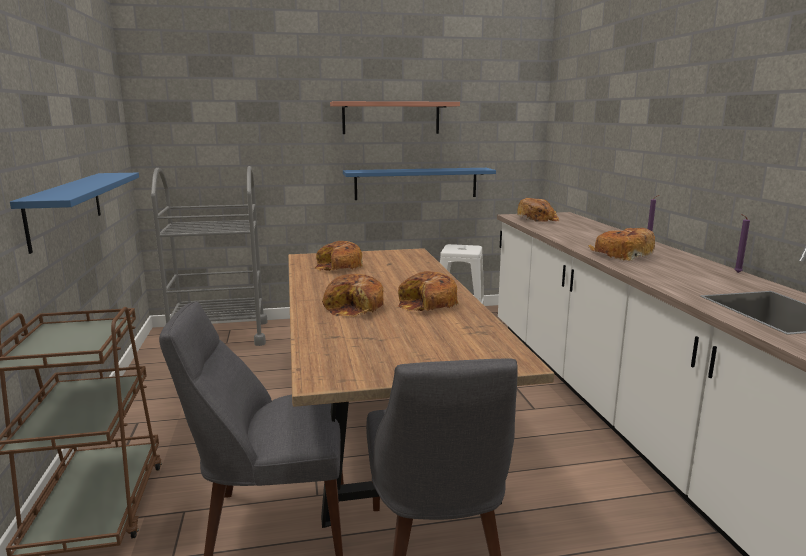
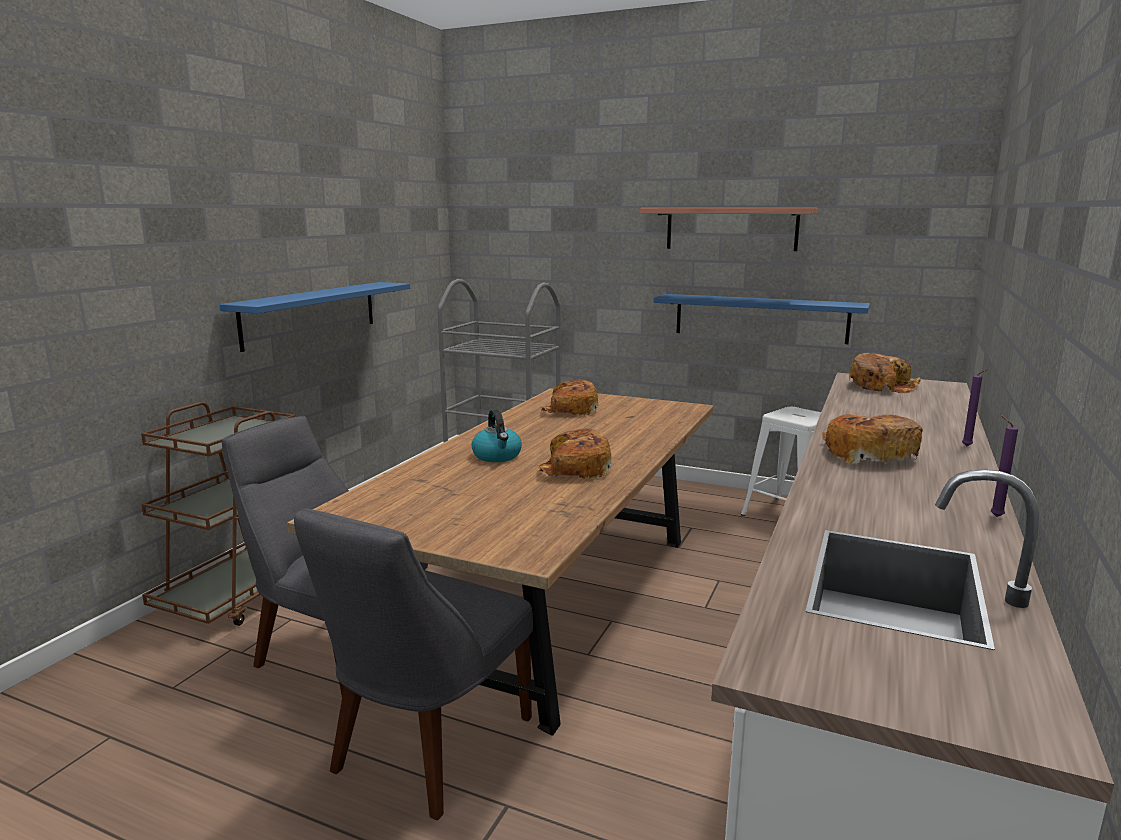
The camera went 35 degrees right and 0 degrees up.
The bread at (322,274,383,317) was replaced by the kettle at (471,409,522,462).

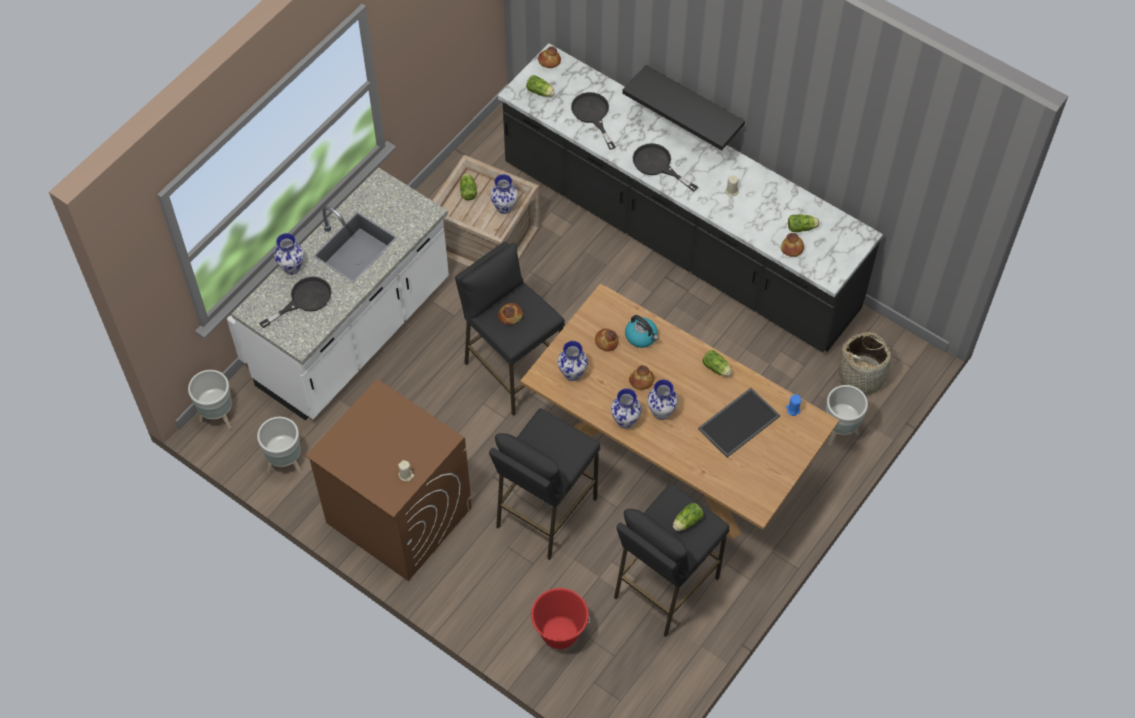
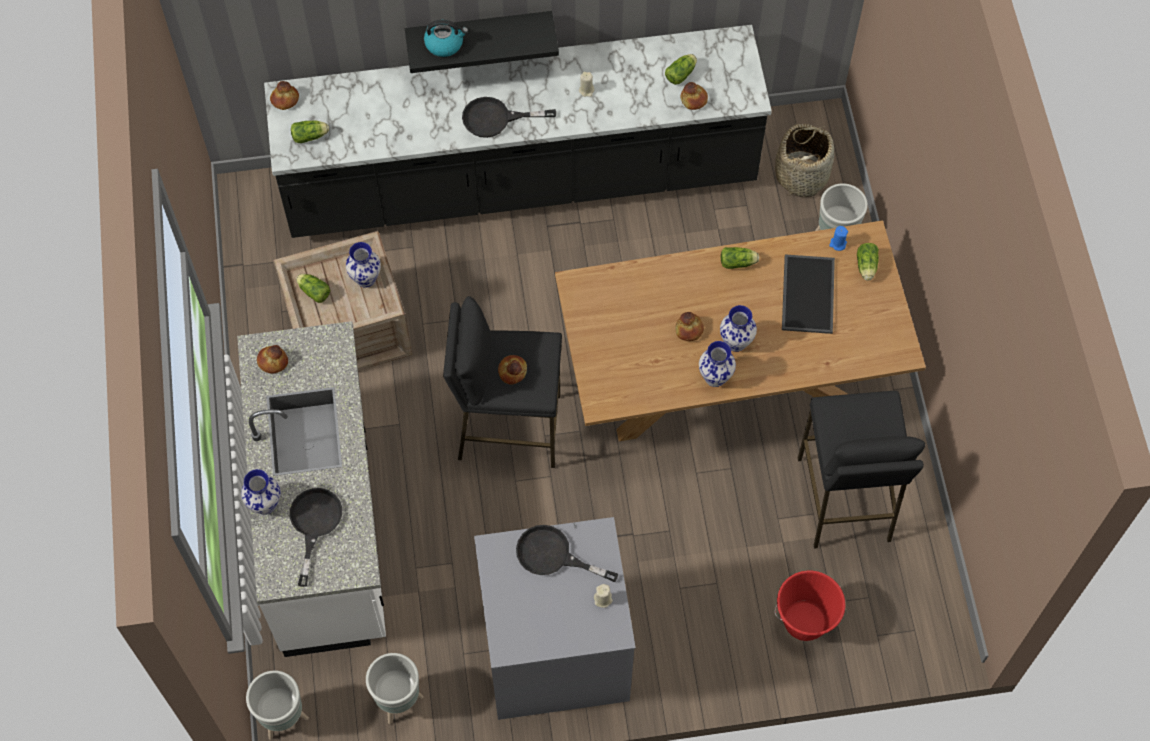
The camera went 45 degrees left and 5 degrees up.
The blackish skillet moved from (571,92,615,150) to (516,525,618,582).
The kettle moved from (625,315,659,348) to (424,20,468,57).
The bread moved from (595,329,619,351) to (257,345,288,374).
The vase at (558,341,588,381) disappeared.
The brown washing machine at (306,379,472,581) became the greyish washing machine at (474,517,636,720).
The blackish sitting stool at (489,408,600,560) disappeared.
The head of lettuce moved from (673,503,704,531) to (857,243,879,281).

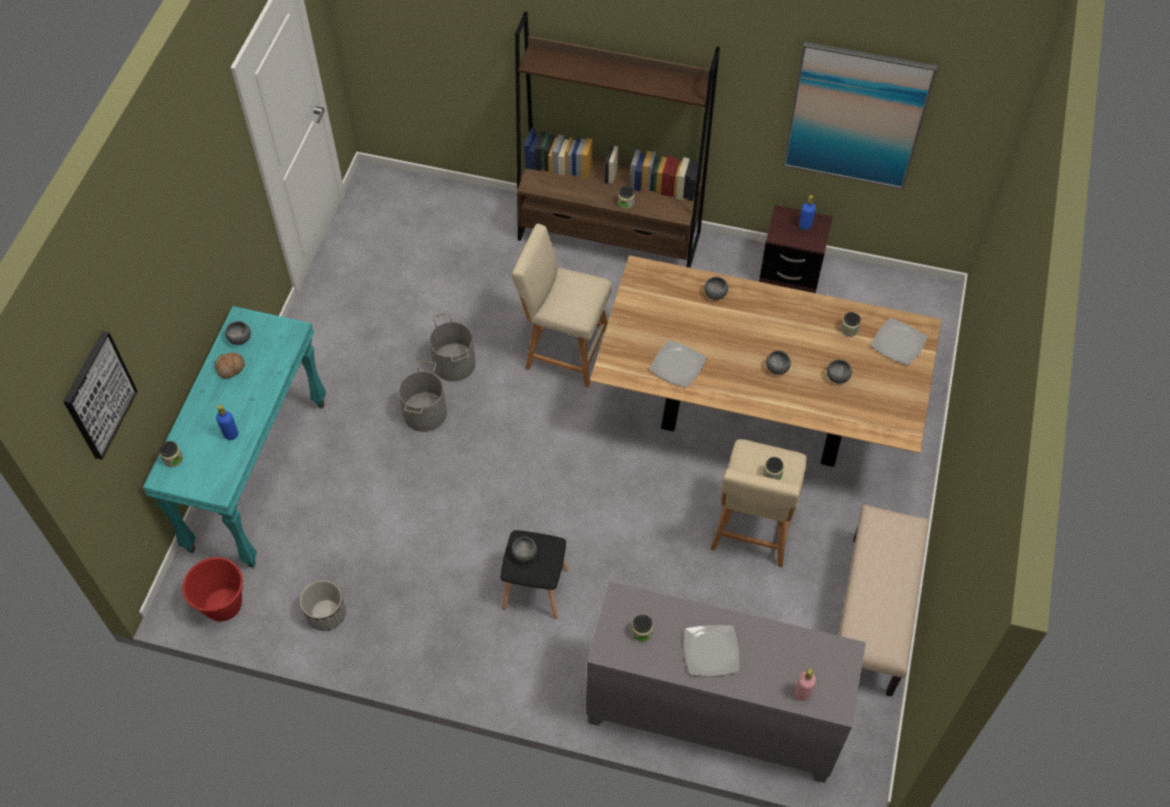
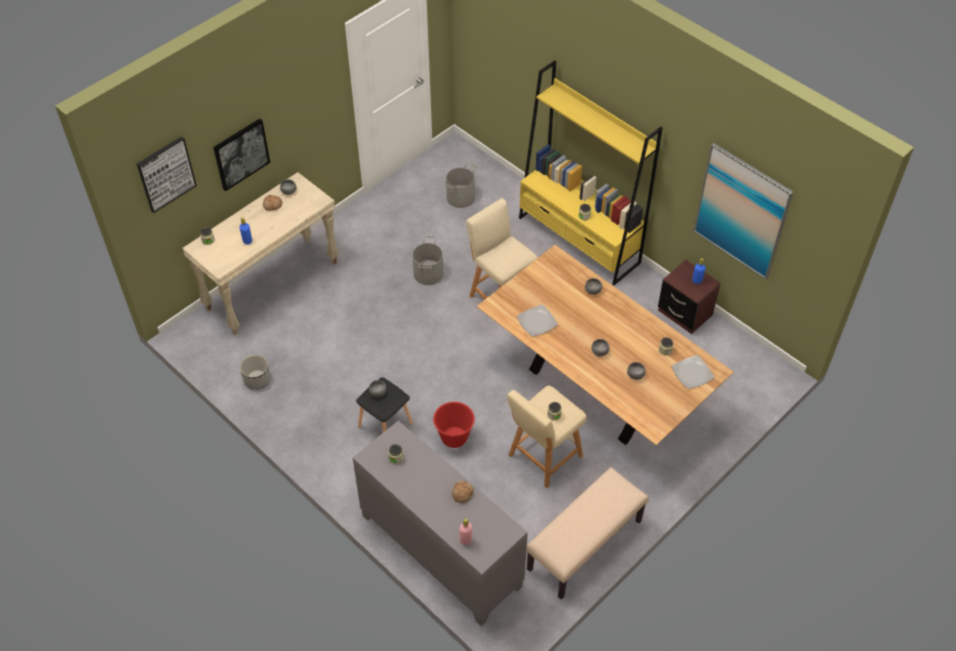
The camera went 30 degrees right and 5 degrees down.
The brown shelving unit at (515,12,720,268) became the yellow shelving unit at (519,61,663,286).
The blue-green narrow table at (142,306,326,568) became the sand-coloured narrow table at (182,172,339,335).
The greyish pail moved from (399,361,447,432) to (443,162,477,208).
The reddish pail moved from (183,557,247,621) to (433,402,475,448).
The flat dish at (684,625,739,676) disappeared.
The wall art at (213,119,270,191) appeared.
The bread at (451,481,474,503) appeared.

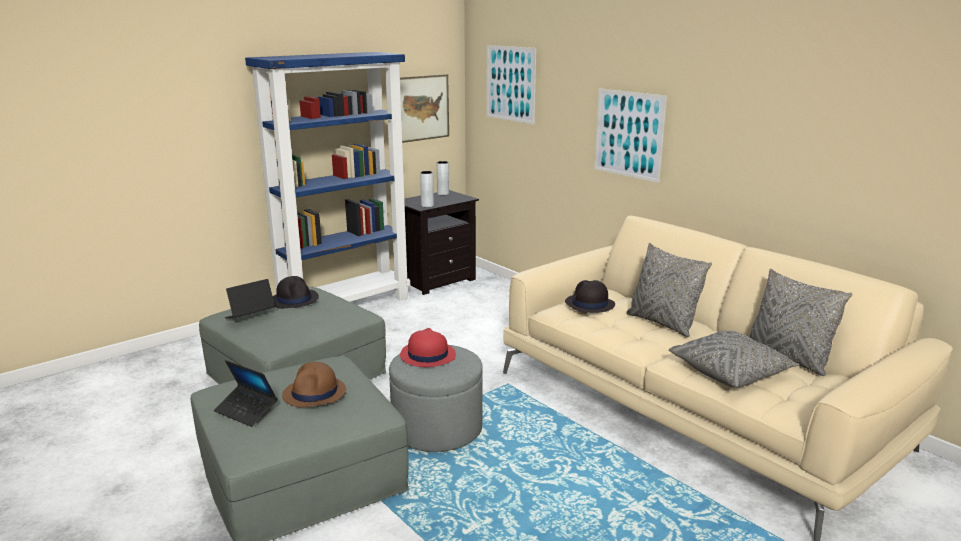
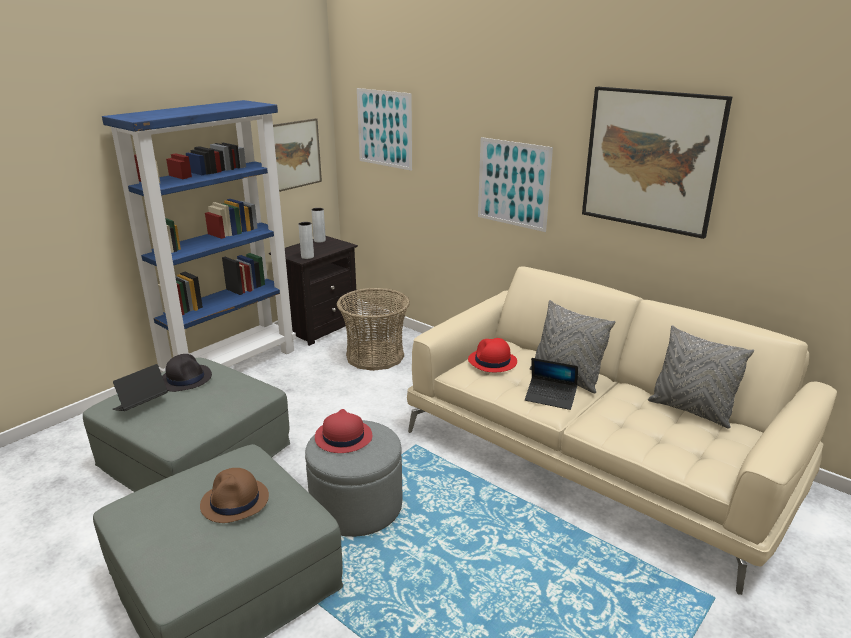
The camera went 10 degrees left and 5 degrees up.
The blackish hat at (565,280,615,313) became the reddish hat at (468,338,517,372).
The greyish throw pillow at (669,331,800,388) disappeared.
The portable computer moved from (214,360,278,427) to (525,358,578,410).
The wall art at (582,87,732,239) appeared.
The household basket at (337,288,410,371) appeared.

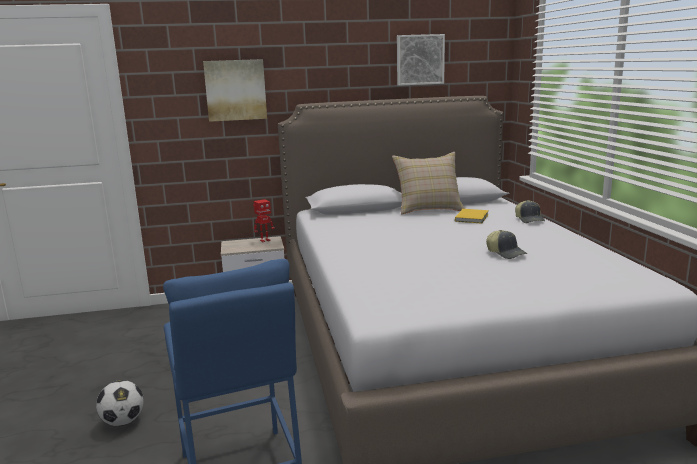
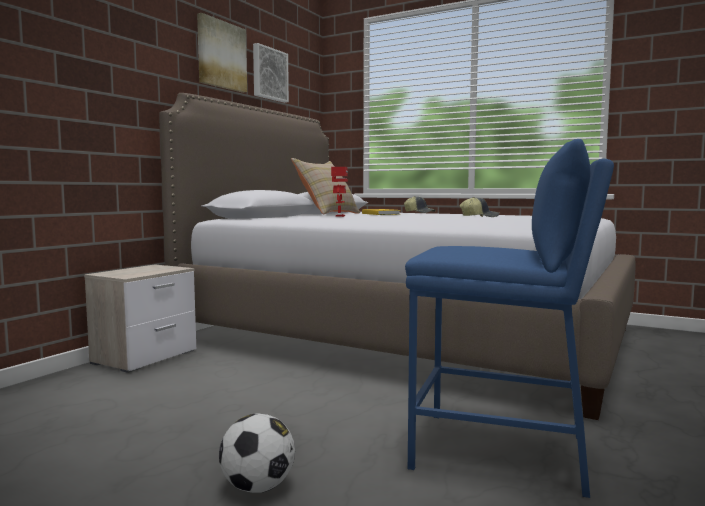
The camera went 50 degrees left and 10 degrees down.
The wall art moved from (203,59,267,122) to (197,13,247,93).
The toy robot moved from (253,199,275,242) to (331,167,348,217).

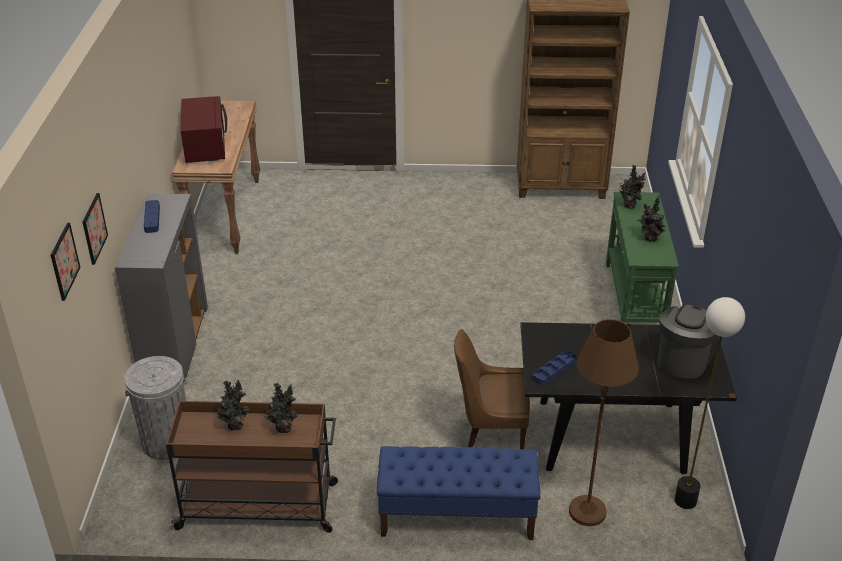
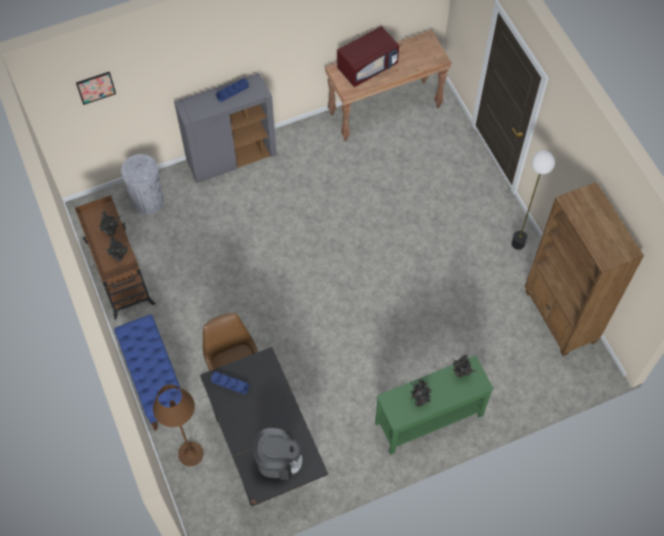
The camera went 65 degrees right and 25 degrees up.
The wall art at (82,193,108,265) disappeared.
The standing lamp moved from (675,297,745,509) to (511,151,555,250).

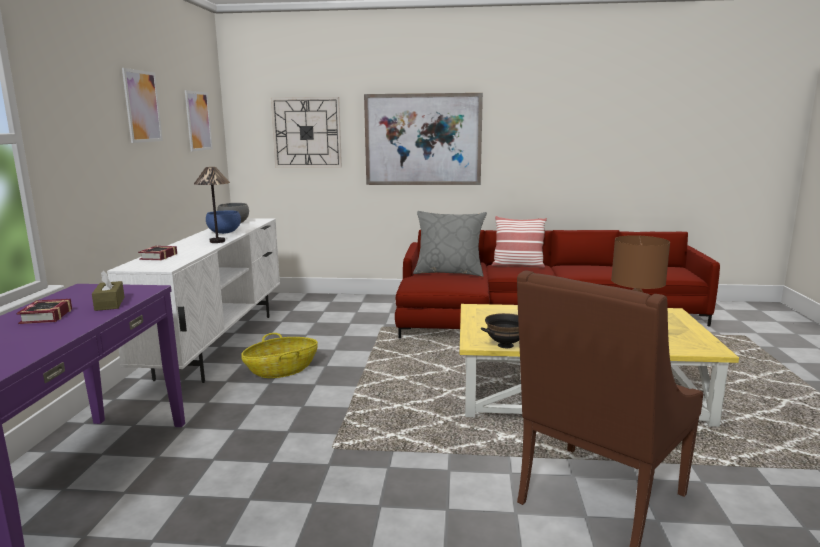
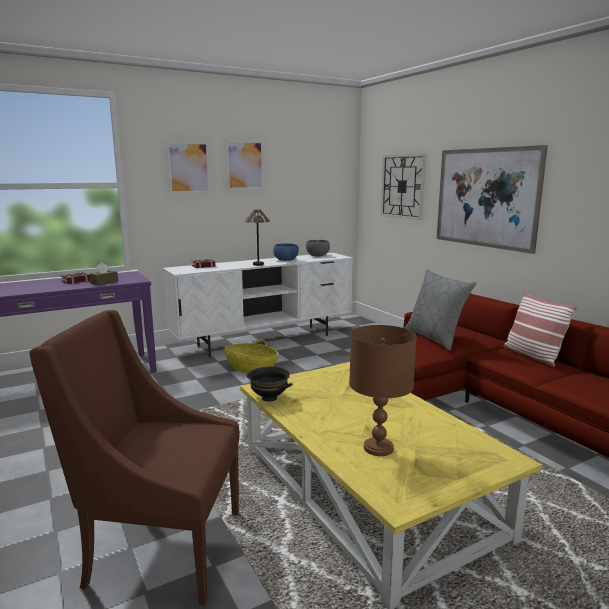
The camera went 55 degrees right and 0 degrees up.
The wall art moved from (185,90,213,151) to (166,141,211,194).

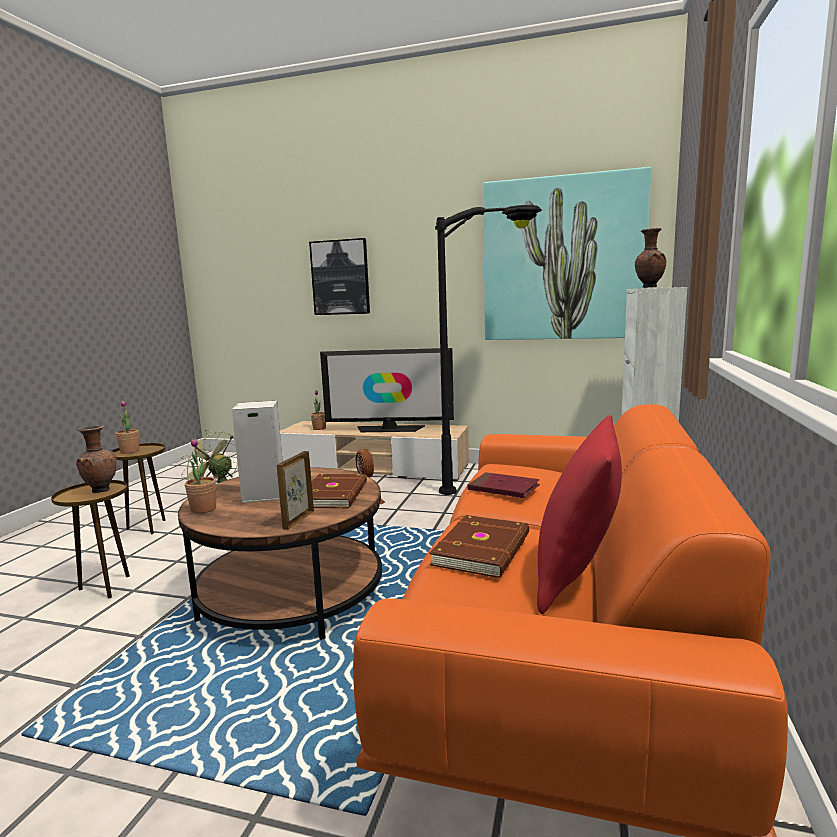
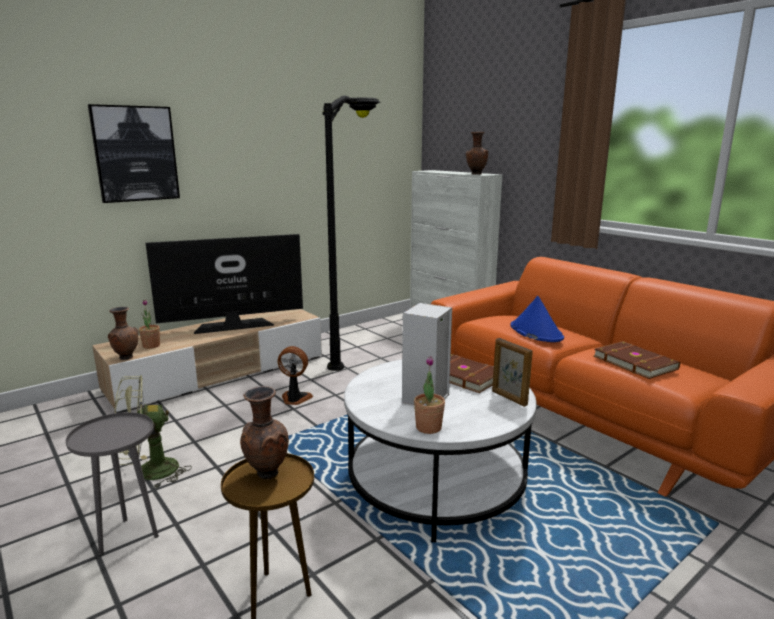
The camera went 55 degrees left and 5 degrees up.
The wall art at (483,167,651,340) disappeared.
The TV at (320,348,454,432) turned 150 degrees counterclockwise.
The houseplant at (116,401,139,454) disappeared.
The reddish throw pillow at (537,415,622,614) disappeared.
The brown end table at (111,443,166,534) became the greyish end table at (66,412,159,556).
The brown coffee table at (178,468,382,640) became the white-coloured coffee table at (344,359,537,542).
The reddish book at (467,472,540,498) was replaced by the blue hat at (510,296,564,342).
The brown vase at (108,307,139,360) appeared.

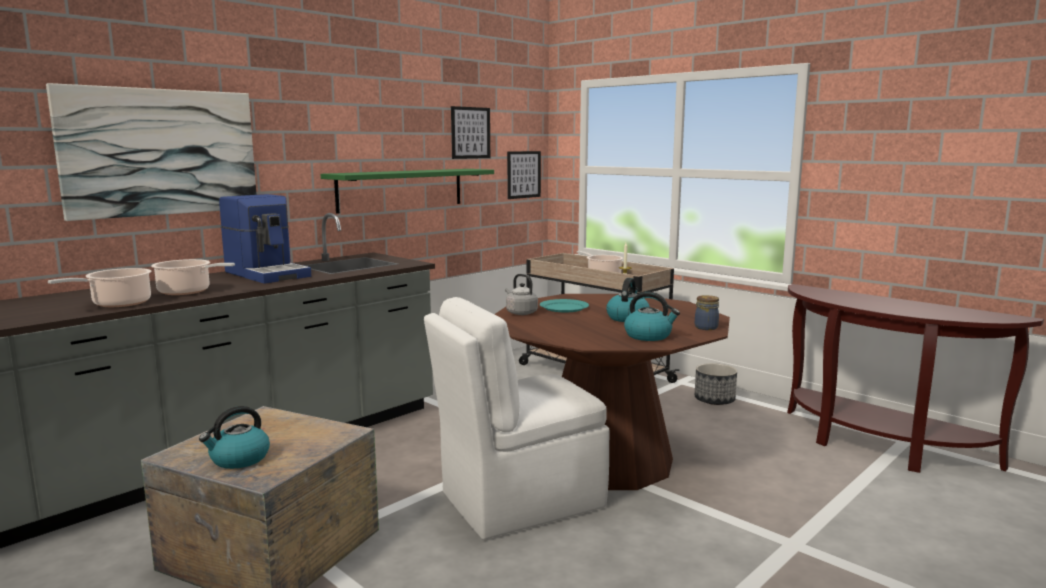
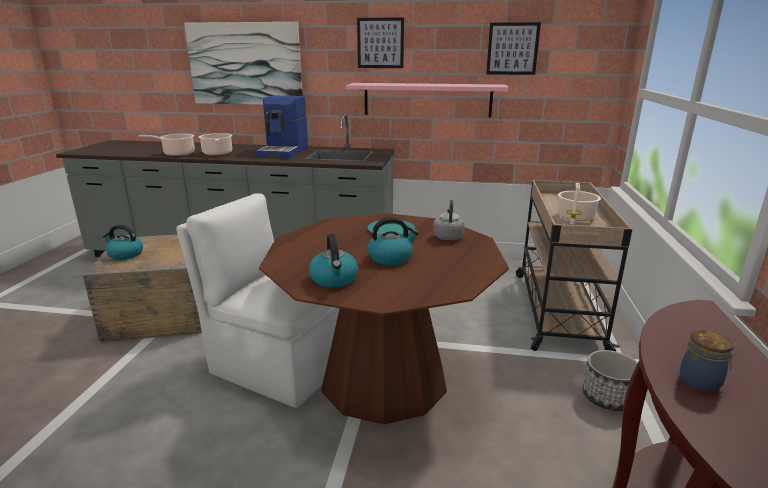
The camera went 55 degrees right and 10 degrees up.
The wall art moved from (507,151,541,199) to (357,17,404,68).
The greenish bracket shelf at (321,169,494,214) became the pink-coloured bracket shelf at (346,83,509,117).
The greyish kettle moved from (505,274,538,315) to (433,200,465,240).
The jar moved from (695,295,719,330) to (680,330,737,392).

